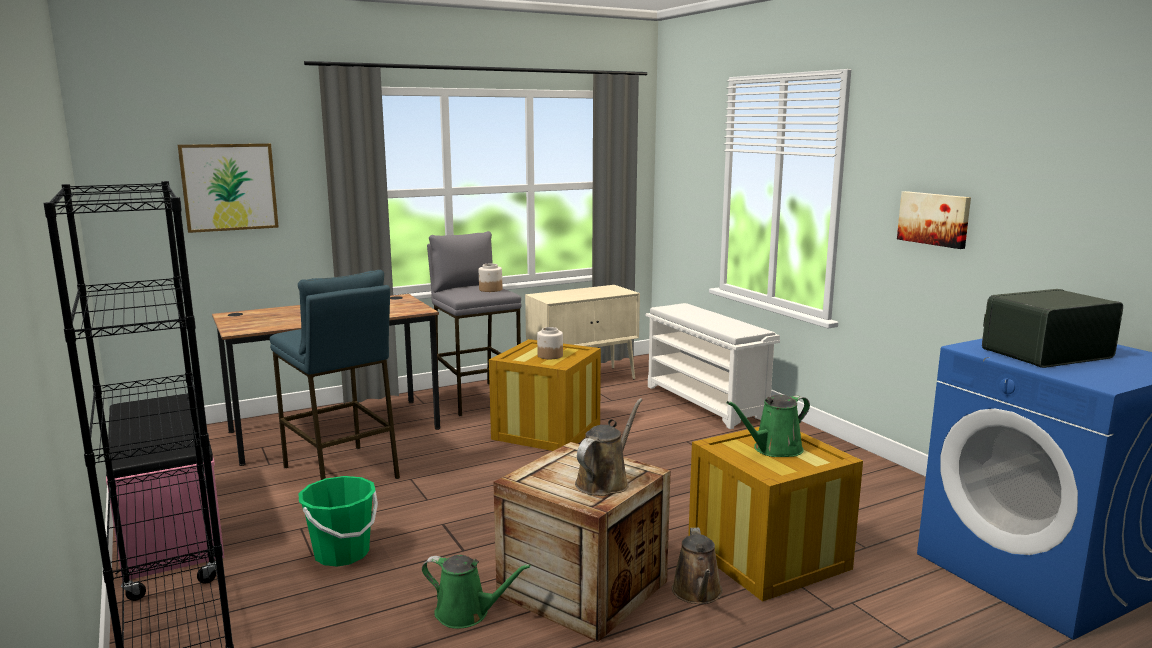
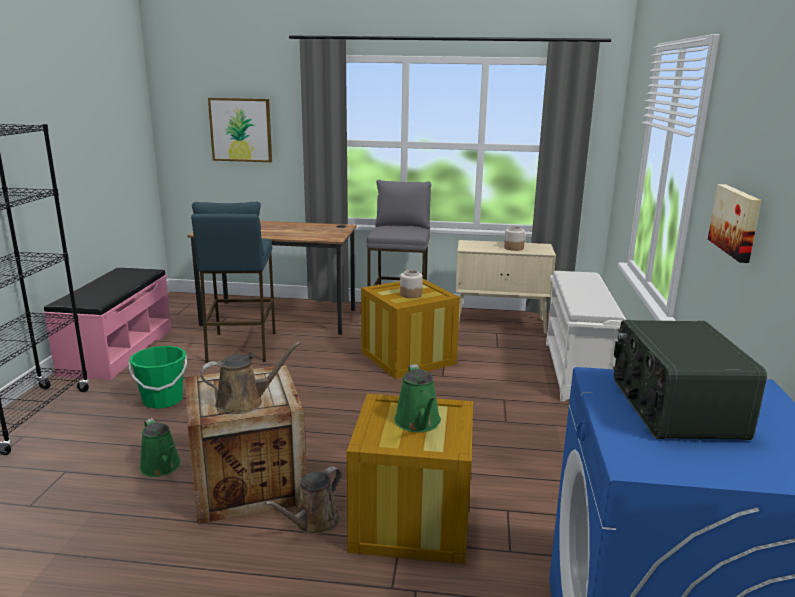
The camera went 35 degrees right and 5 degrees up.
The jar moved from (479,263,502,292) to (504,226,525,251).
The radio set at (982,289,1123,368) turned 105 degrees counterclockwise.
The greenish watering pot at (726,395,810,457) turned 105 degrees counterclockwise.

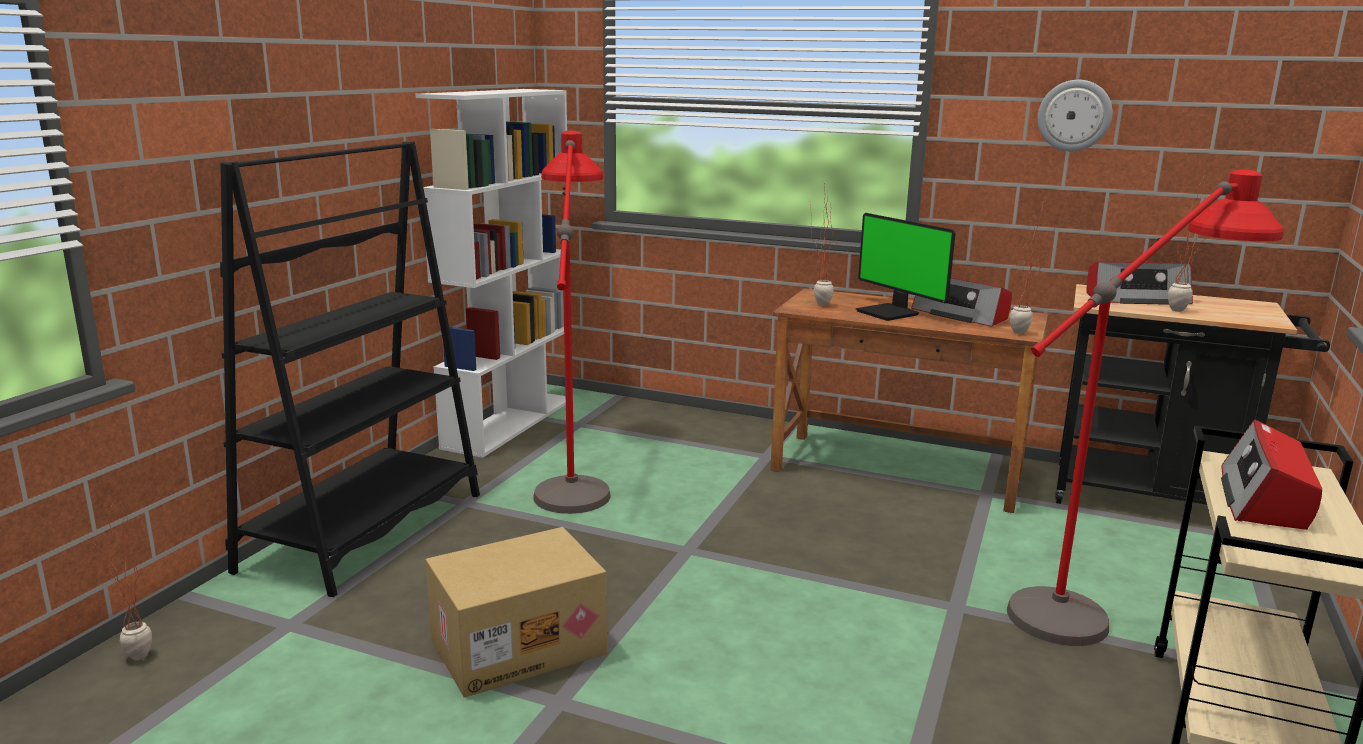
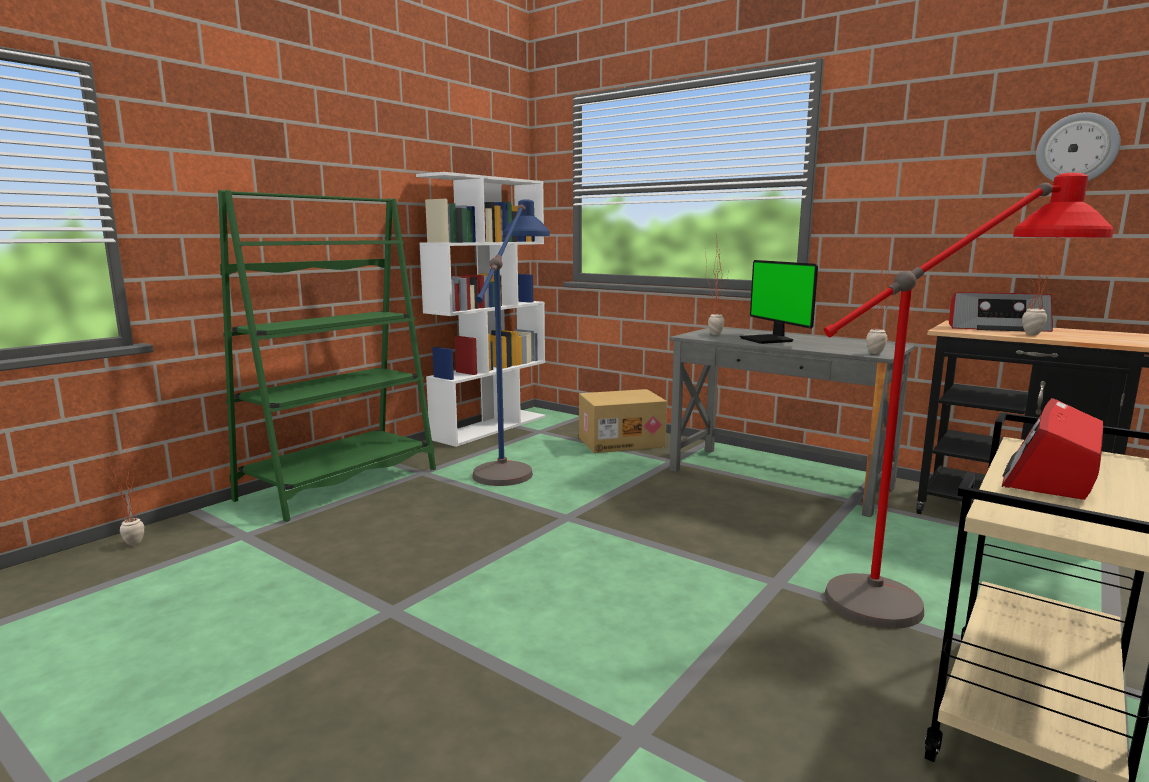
The camera went 15 degrees right and 5 degrees down.
The clock on the wall moved from (1037,80,1113,151) to (1036,112,1121,181).
The reddish standing lamp at (533,131,611,514) became the blue standing lamp at (472,199,550,486).
The blackish shelving unit at (220,141,480,597) became the greenish shelving unit at (218,190,436,522).
The radio set at (911,277,1012,327) disappeared.
The brown desk unit at (770,288,1048,513) became the greyish desk unit at (670,328,916,517).
The packing box moved from (426,527,607,698) to (579,389,667,453).

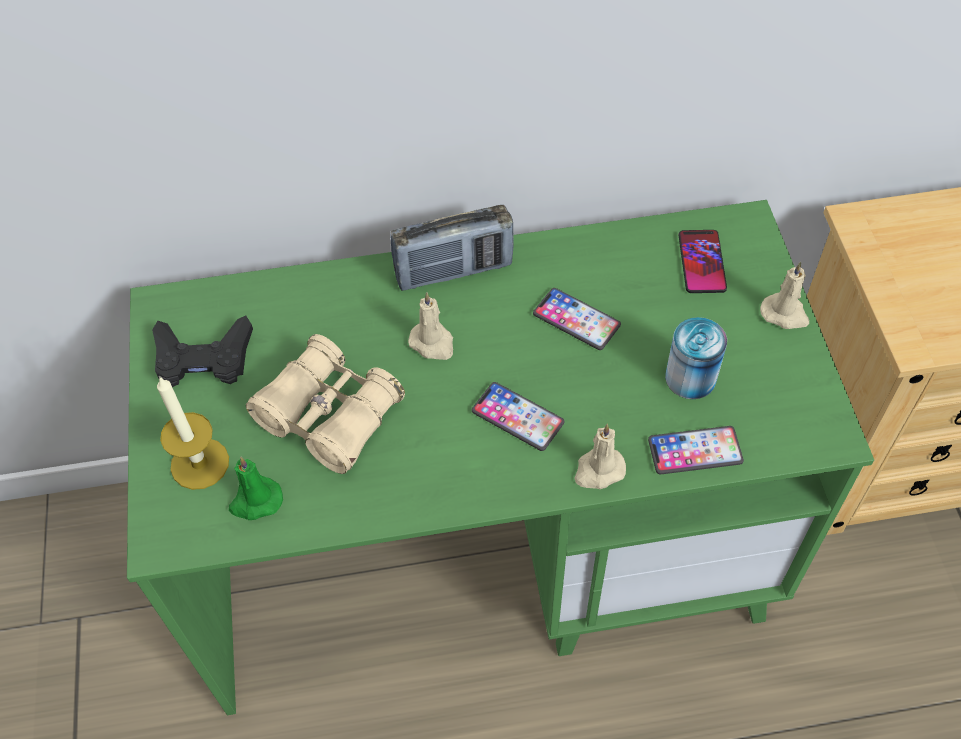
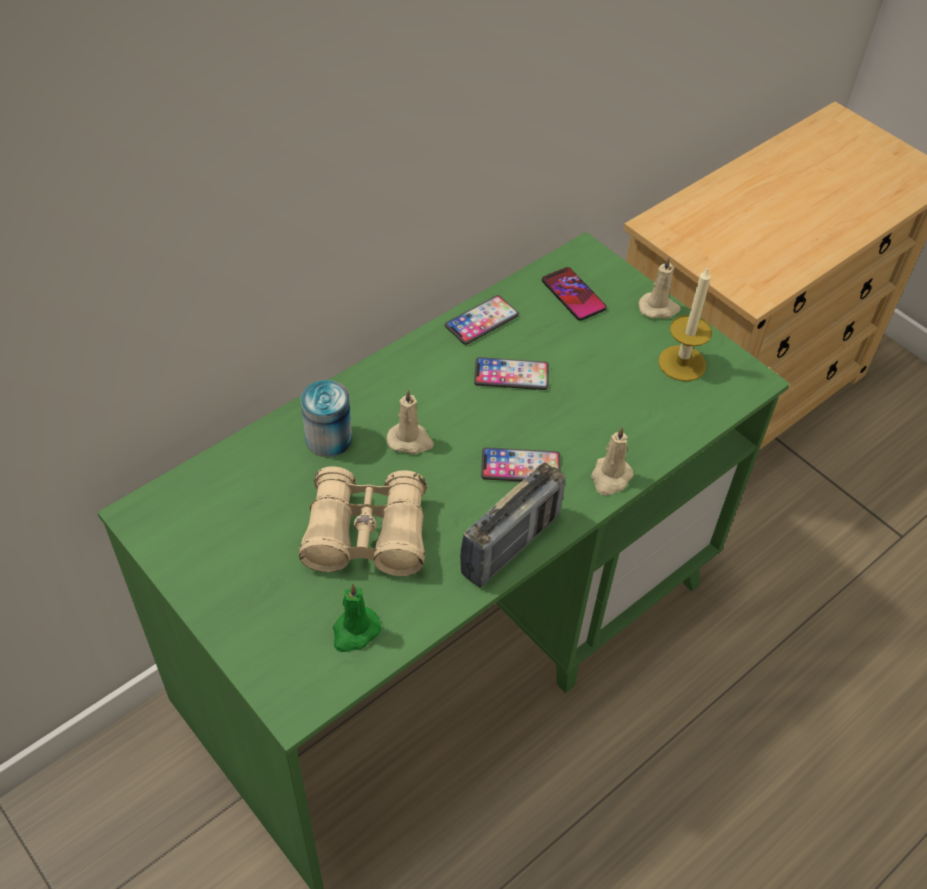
The camera went 35 degrees left and 5 degrees down.
The radio set moved from (390,205,514,291) to (460,462,565,587).
The blackish game controller at (152,316,253,387) disappeared.
The can moved from (665,317,727,399) to (301,380,352,457).
The wax candle moved from (157,376,229,490) to (658,267,712,381).
The handset moved from (648,426,744,474) to (445,295,519,345).

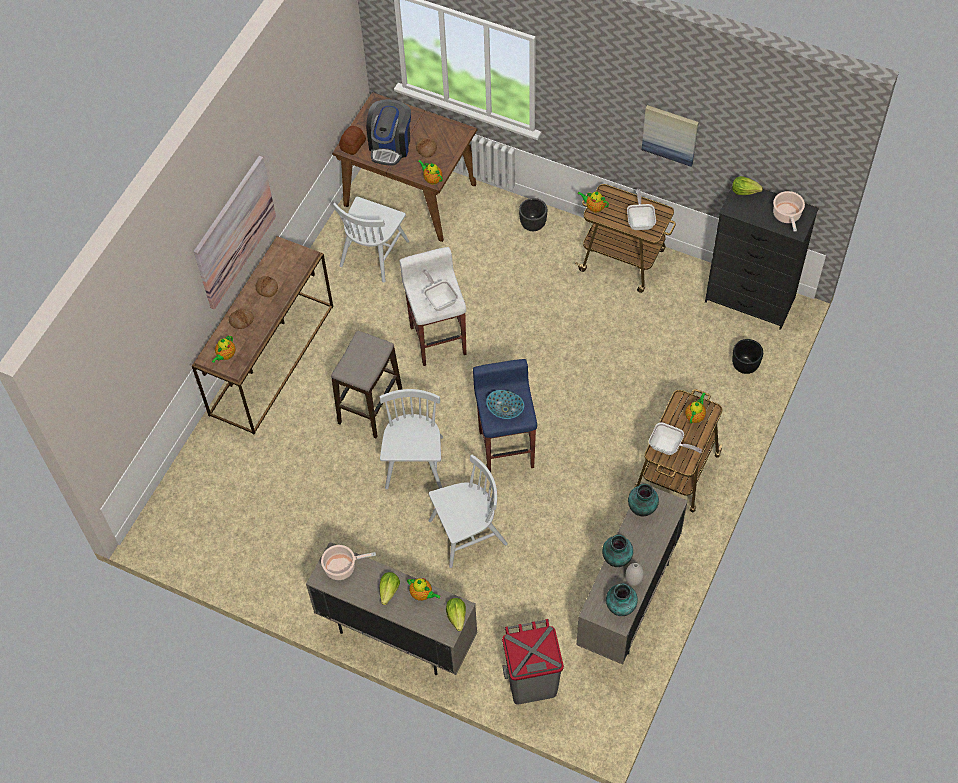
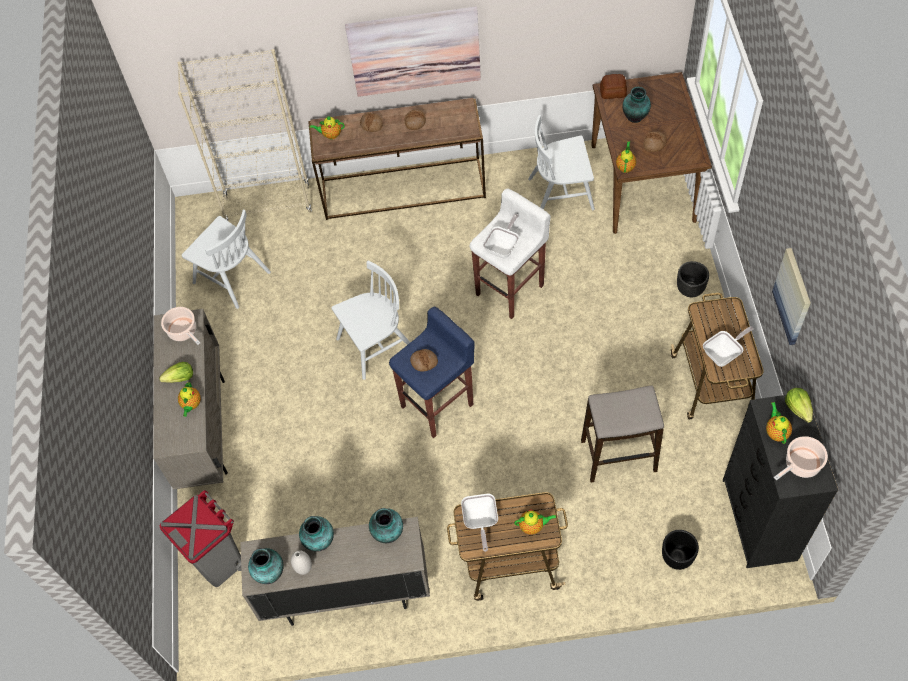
The camera went 60 degrees right and 0 degrees up.
The coffee brewer at (366,99,411,166) was replaced by the vase at (622,87,651,123).
The teapot moved from (578,191,609,213) to (766,402,792,444).
The sitting stool moved from (331,330,402,438) to (581,386,664,482).
The bowl at (486,390,524,419) was replaced by the bread at (410,349,438,372).
The white-coloured upright chair moved from (428,455,507,568) to (182,210,271,309).
The head of lettuce at (446,598,466,631) disappeared.
The sand-coloured shelving unit at (178,49,312,221) appeared.

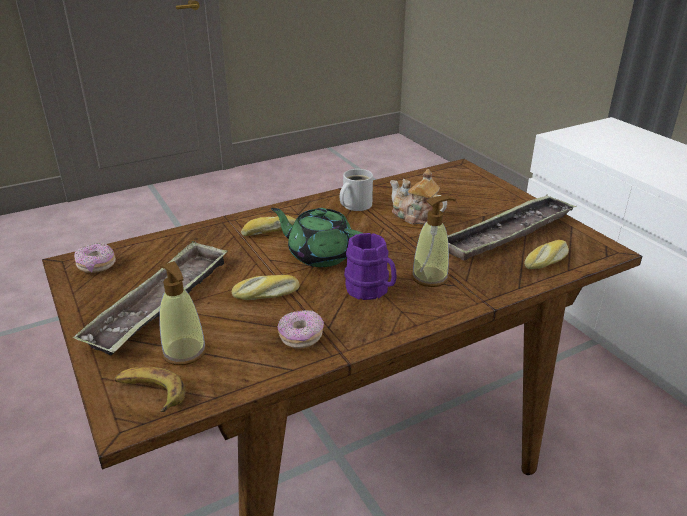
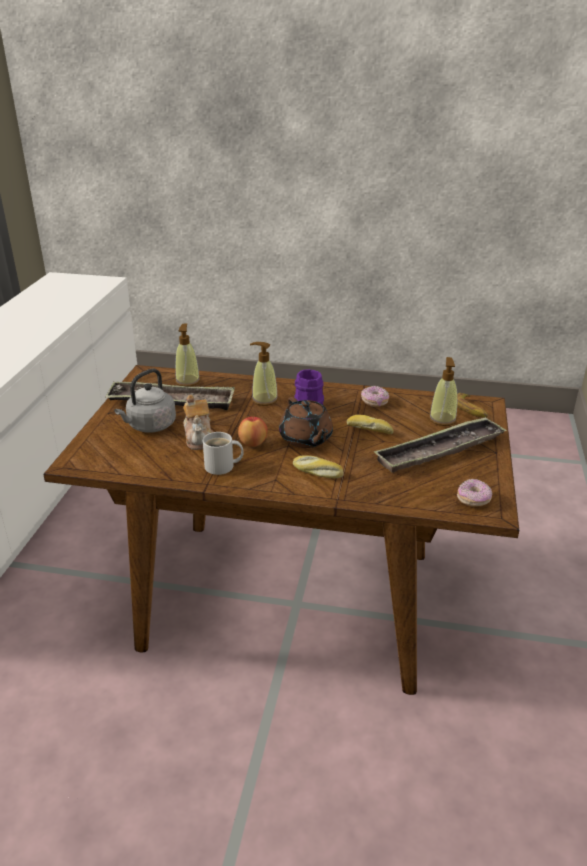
The camera went 140 degrees left and 0 degrees up.
The greenish teapot at (271,208,362,267) became the brown teapot at (279,397,333,448).
The bread at (524,240,569,269) was replaced by the soap dispenser at (175,324,200,387).
The greyish kettle at (114,369,176,433) appeared.
The apple at (238,416,268,447) appeared.

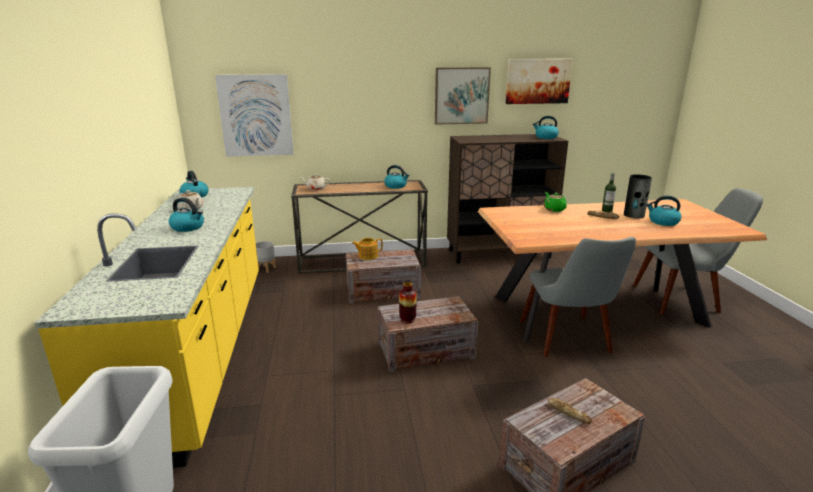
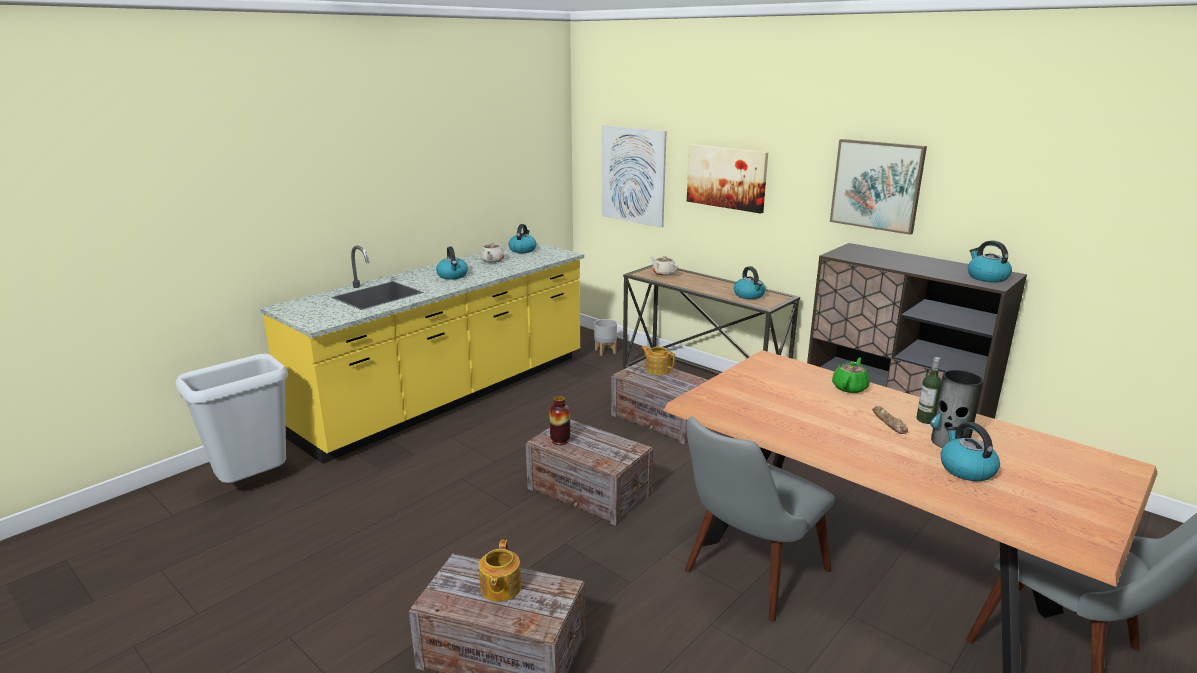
The camera went 50 degrees right and 0 degrees up.
The wall art moved from (505,59,573,104) to (687,144,768,214).
The bread at (548,398,592,424) was replaced by the teapot at (479,540,521,602).

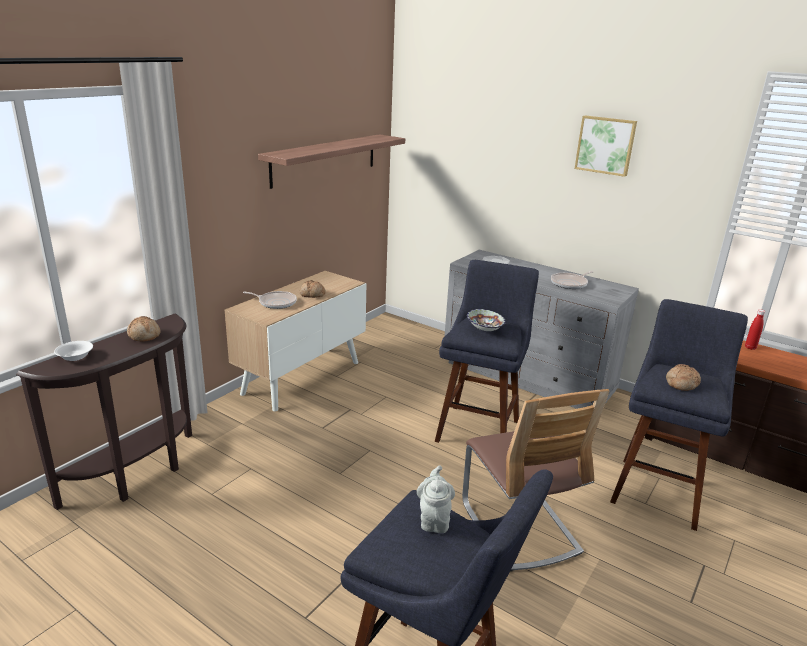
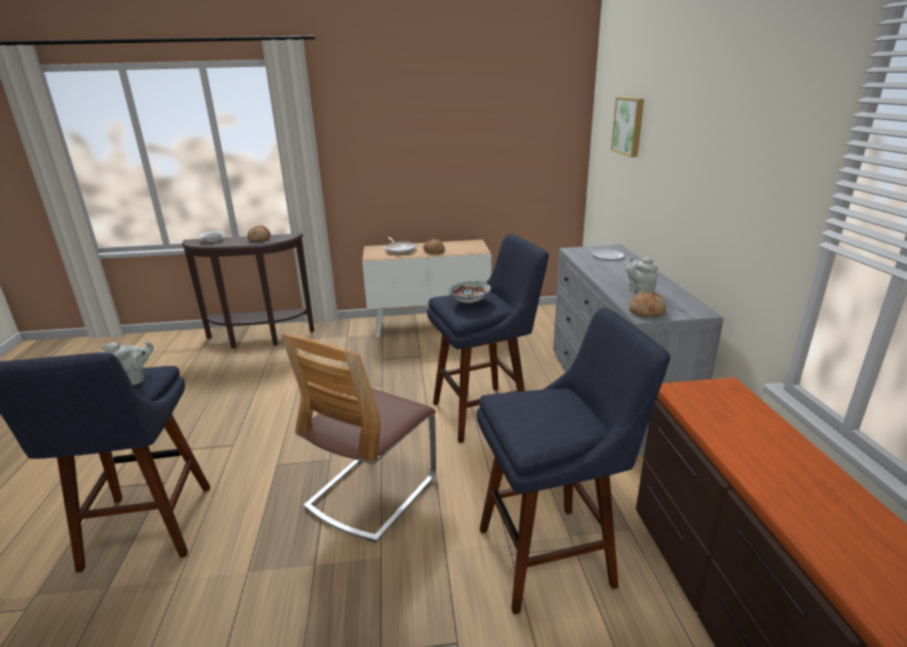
The camera went 50 degrees right and 0 degrees up.
The wall art moved from (575,116,637,177) to (611,97,644,157).
The bracket shelf at (258,134,405,189) disappeared.
The skillet at (551,271,593,289) was replaced by the greyish teapot at (625,256,658,294).
The reddish bottle at (745,309,765,350) disappeared.
The bread moved from (666,364,701,391) to (629,292,666,317).

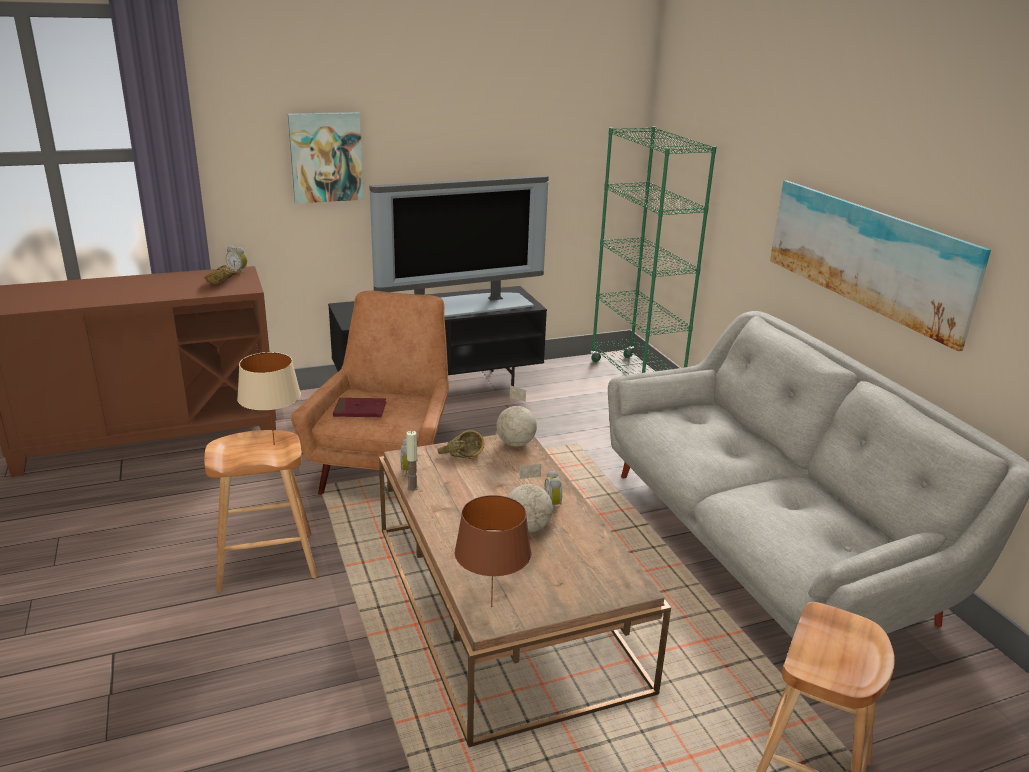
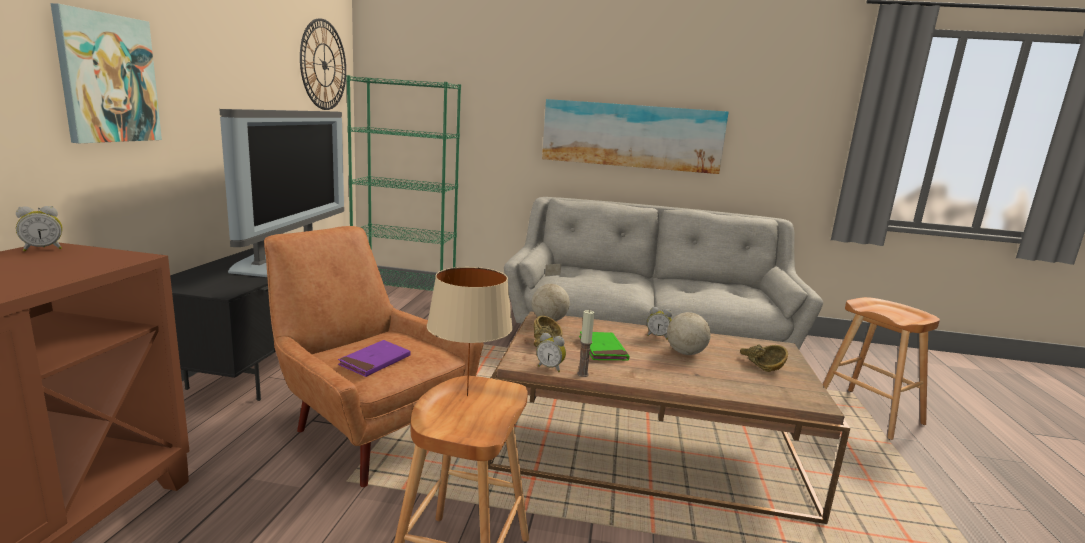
The camera went 60 degrees left and 10 degrees down.
The brown bowl moved from (204,265,238,284) to (740,344,788,372).
The reddish book at (333,398,386,417) became the purple book at (338,340,411,377).
The brown lamp for a table at (455,495,532,608) disappeared.
The clock on the wall at (300,18,346,110) appeared.
The greenish book at (579,331,630,361) appeared.

